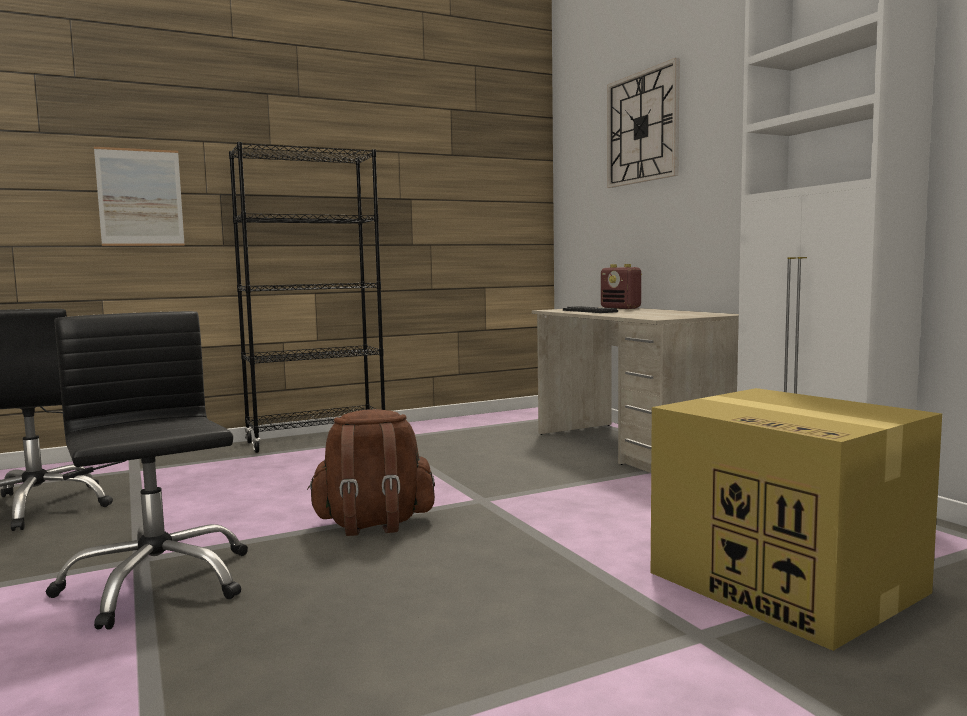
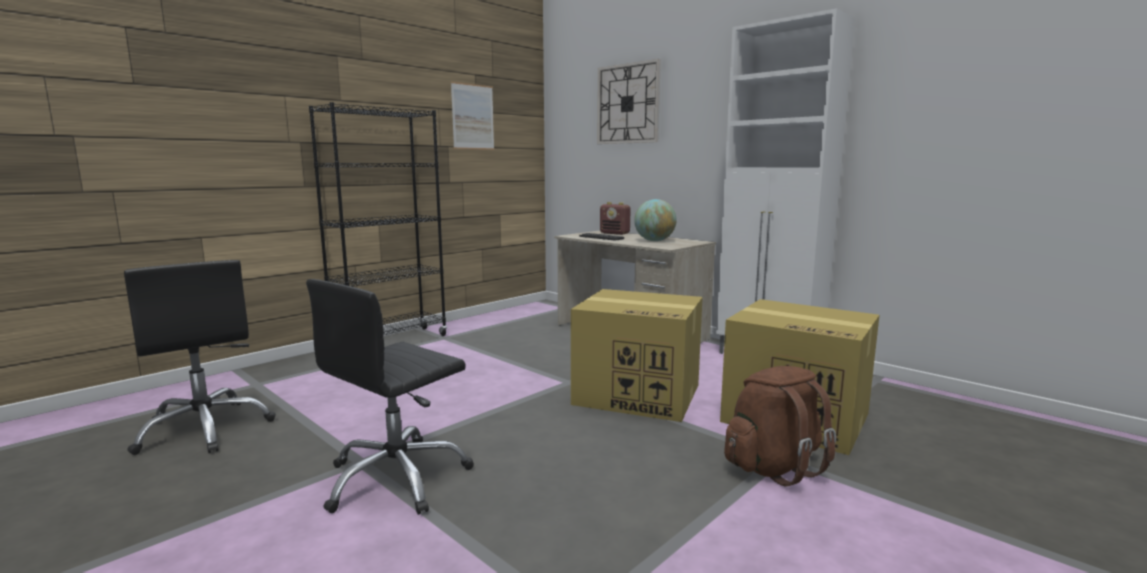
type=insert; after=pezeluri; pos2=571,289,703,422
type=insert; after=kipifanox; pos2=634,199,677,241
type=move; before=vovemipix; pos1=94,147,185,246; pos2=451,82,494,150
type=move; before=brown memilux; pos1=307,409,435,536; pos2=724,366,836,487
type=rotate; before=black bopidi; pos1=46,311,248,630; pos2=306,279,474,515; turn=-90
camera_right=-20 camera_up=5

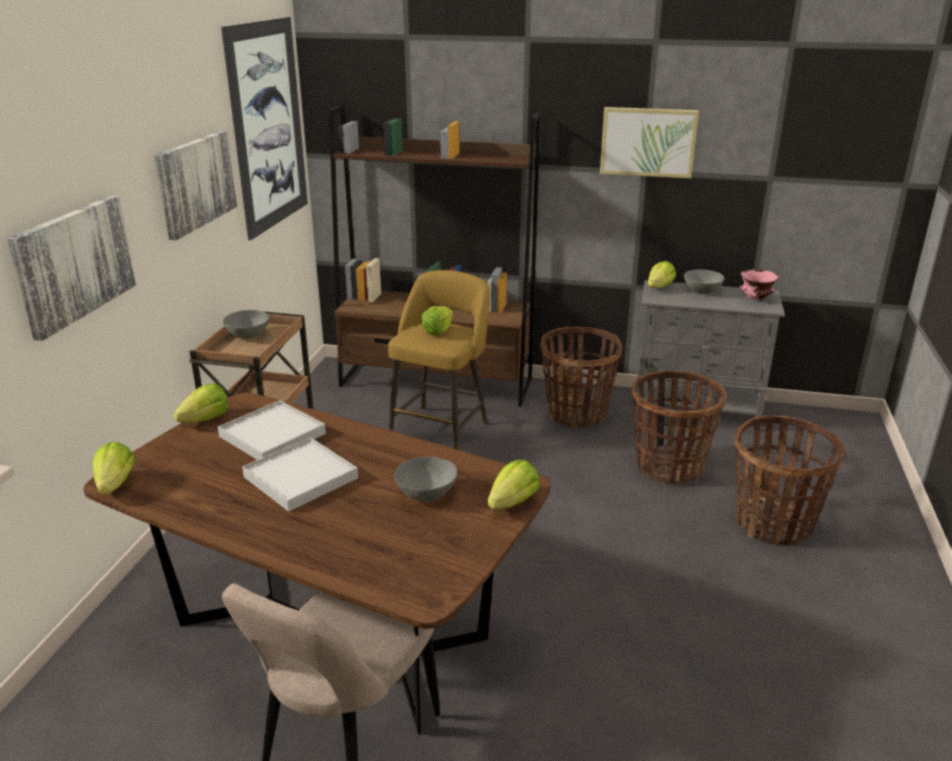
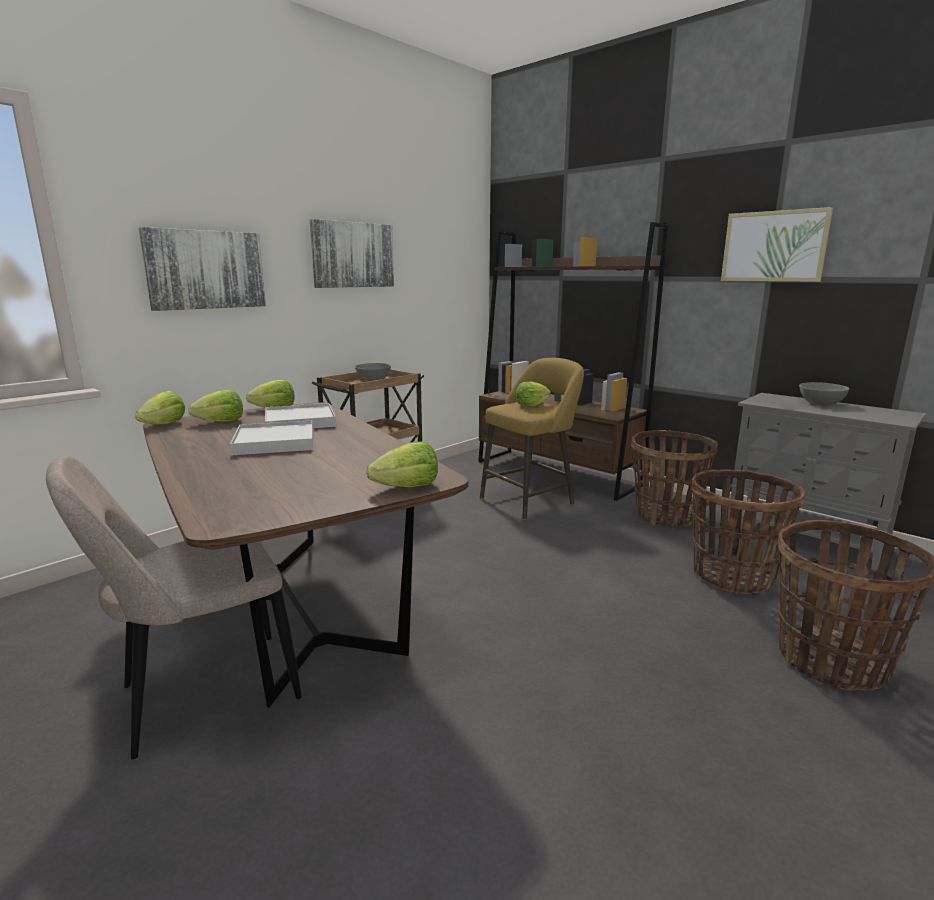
type=delete; before=vovemipix; pos1=221,17,308,240
type=delete; before=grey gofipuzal; pos1=394,457,457,502
type=delete; before=pink gofipuzal; pos1=740,269,779,300
type=move; before=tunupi; pos1=648,261,676,289; pos2=188,390,243,422
camera_right=30 camera_up=-10

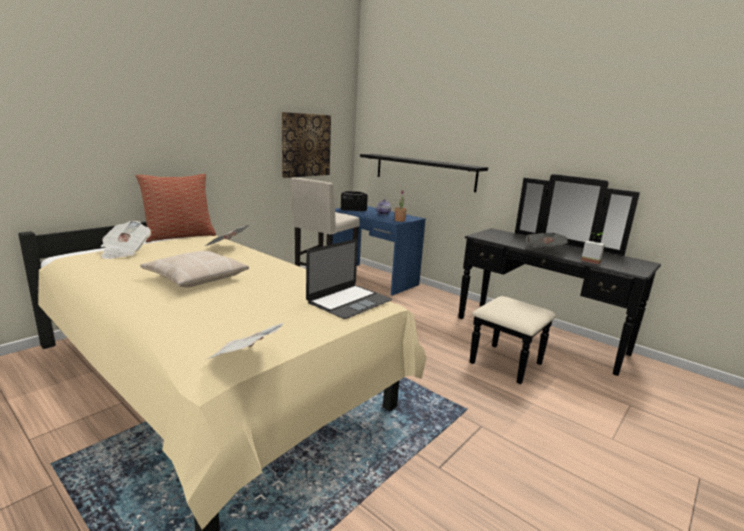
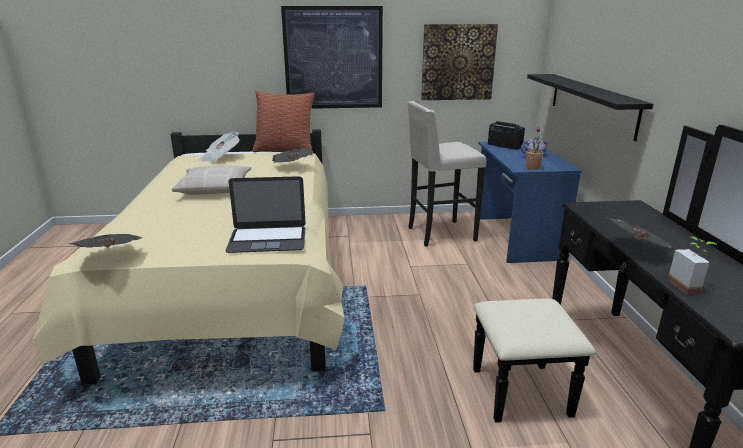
type=insert; after=vovemipix; pos2=281,6,383,109
camera_right=45 camera_up=5

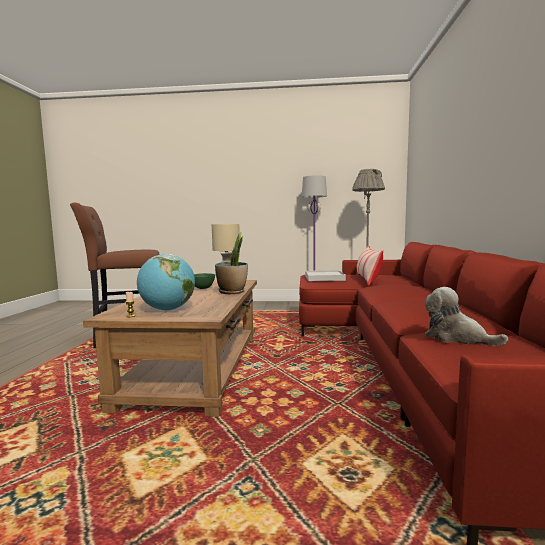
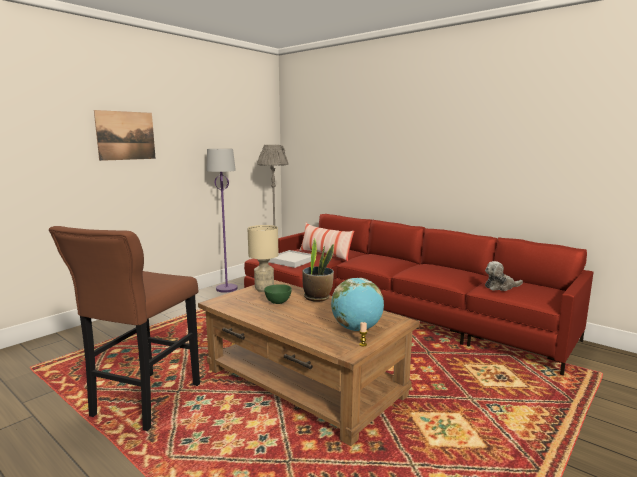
type=insert; after=vovemipix; pos2=94,110,156,161
camera_right=-55 camera_up=5

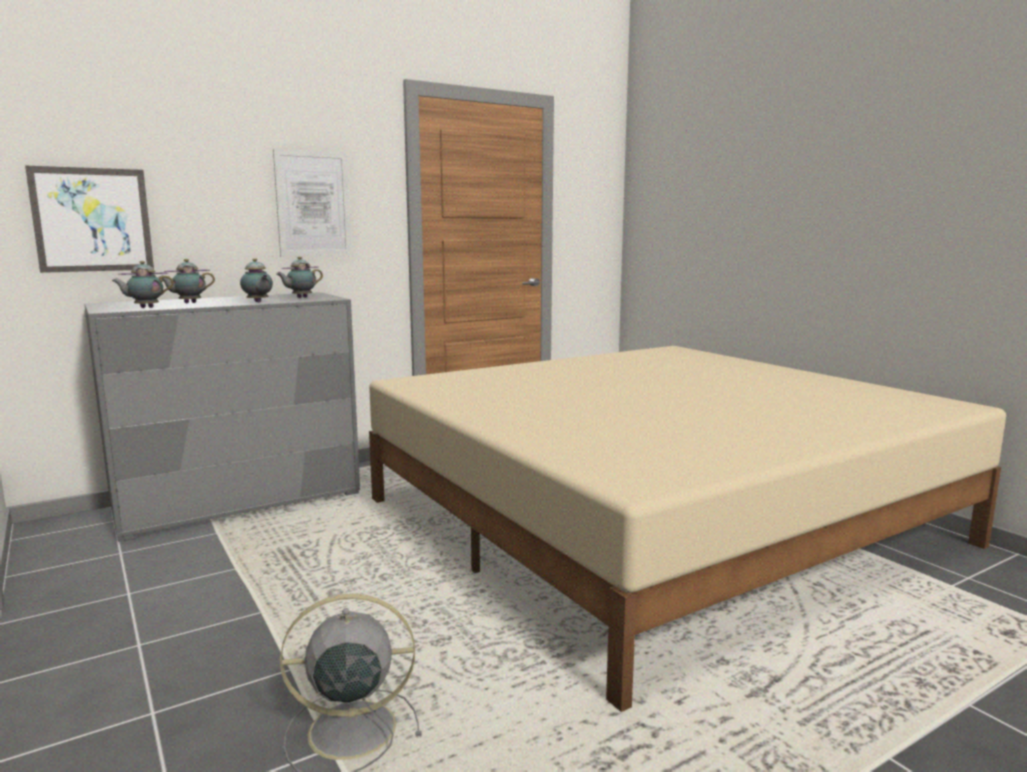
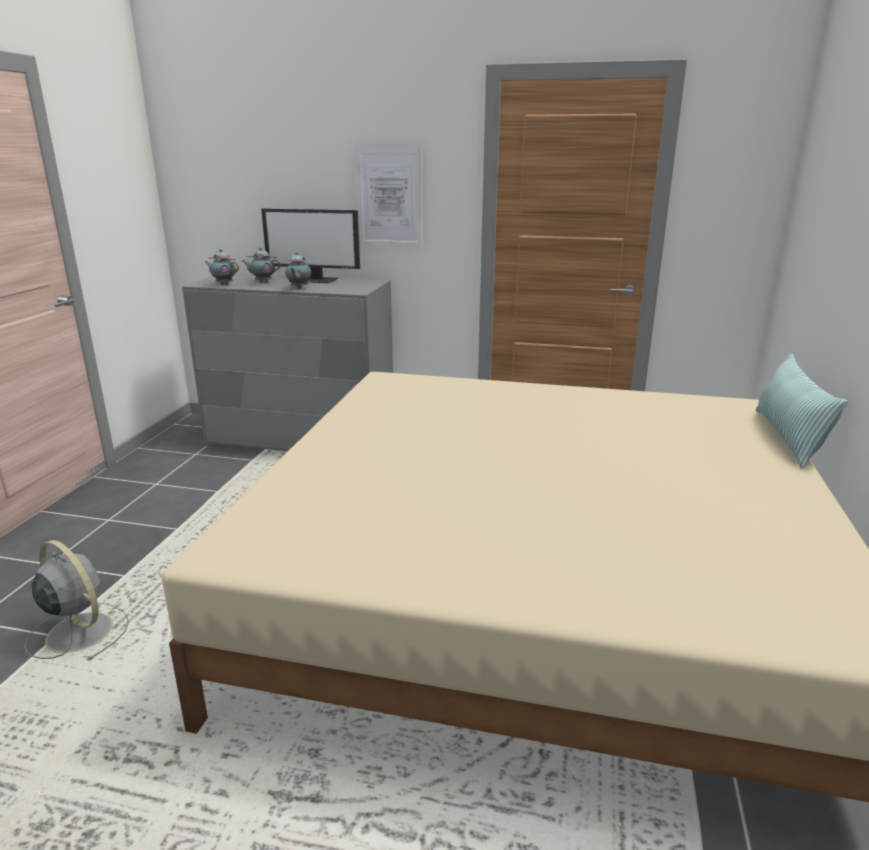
type=delete; before=vovemipix; pos1=25,166,154,273
type=delete; before=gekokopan; pos1=276,256,323,298
type=insert; after=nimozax; pos2=261,208,360,283
type=insert; after=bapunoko; pos2=756,353,848,468
camera_right=45 camera_up=10

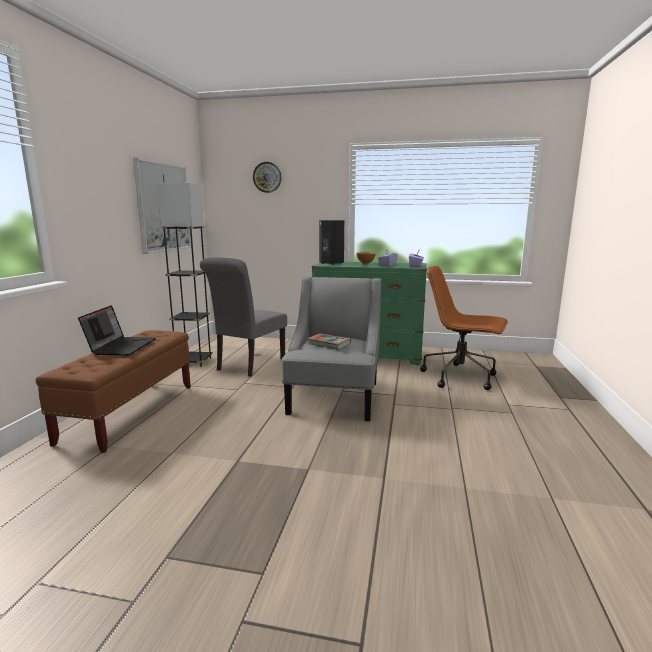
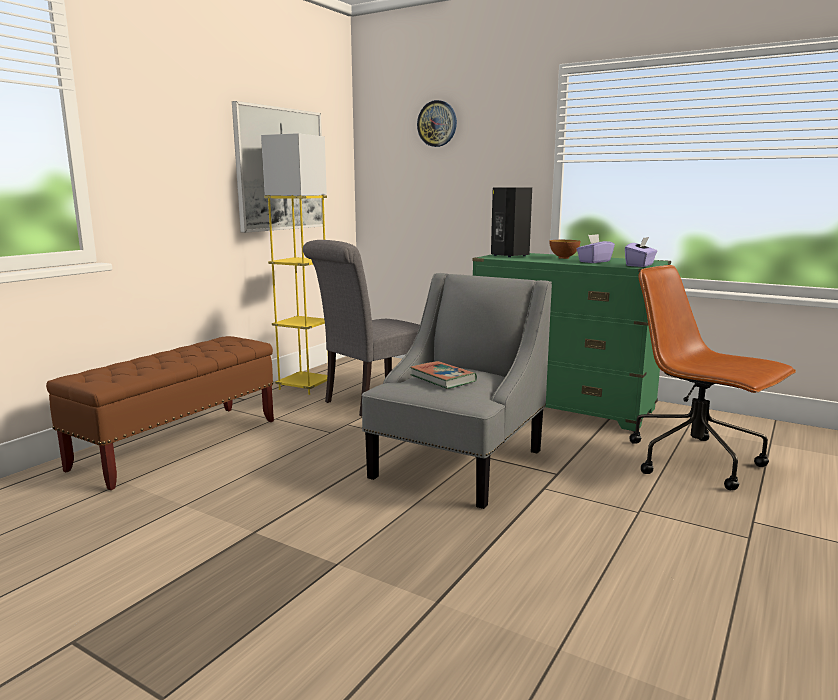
type=delete; before=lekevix; pos1=78,305,156,356
type=recolor; before=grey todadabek; after=yellow todadabek; pos1=157,183,213,367; pos2=261,133,328,395
camera_right=20 camera_up=0

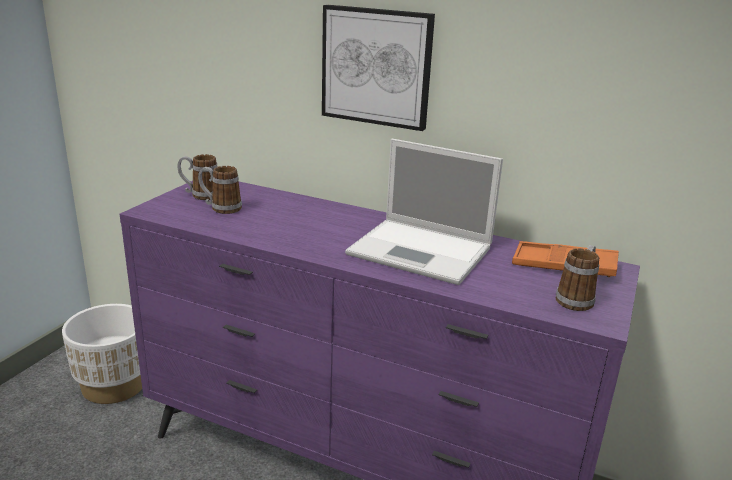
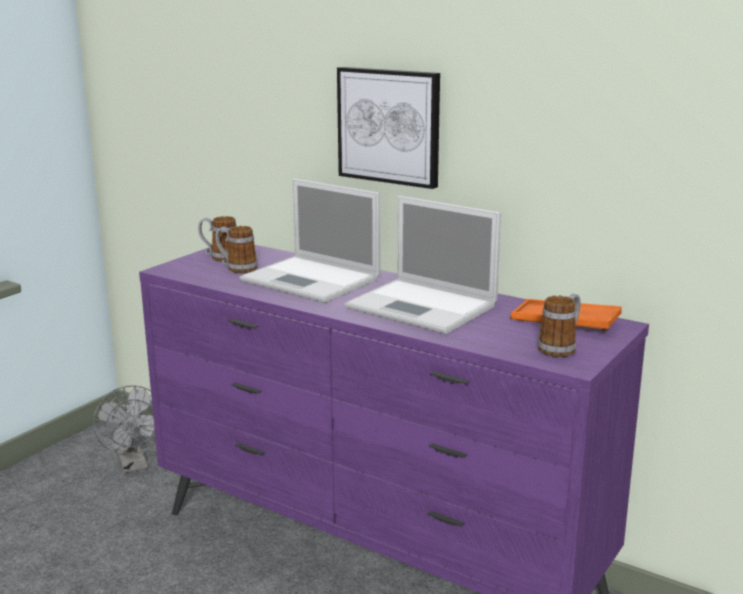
type=insert; after=lekevix; pos2=240,178,381,303
type=replace; before=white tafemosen; after=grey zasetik; pos1=62,304,142,404; pos2=93,385,156,473
camera_right=10 camera_up=-5

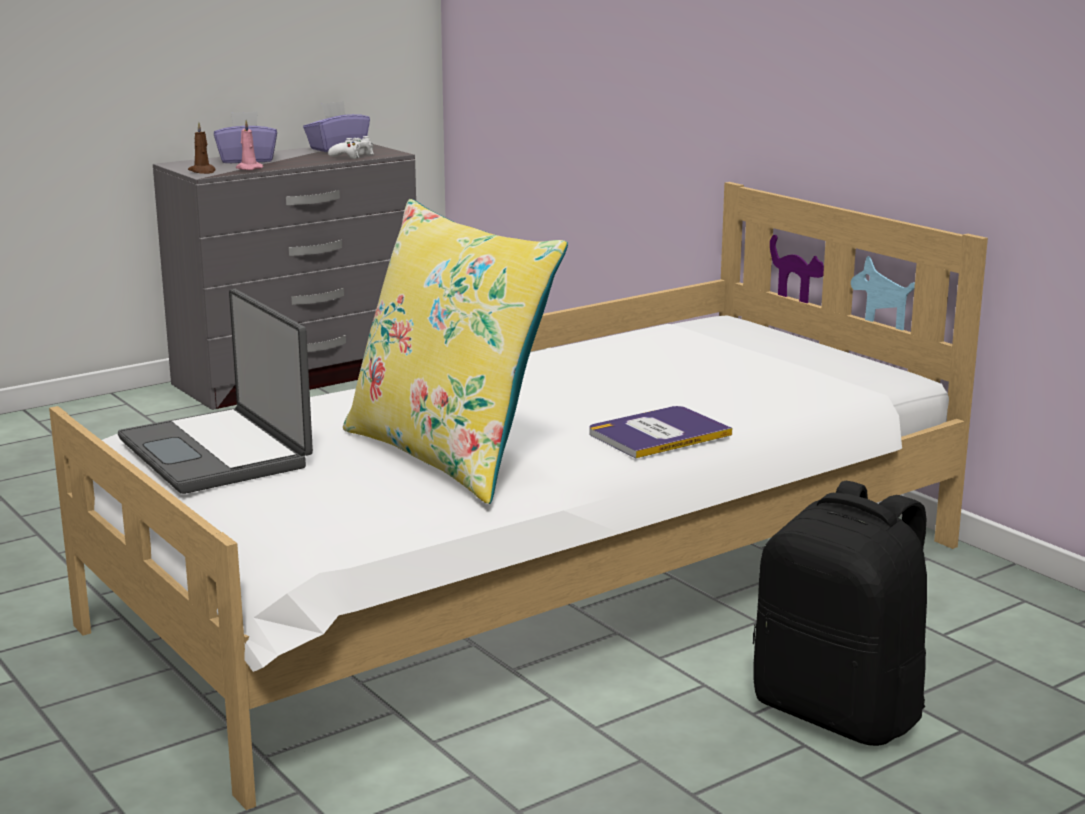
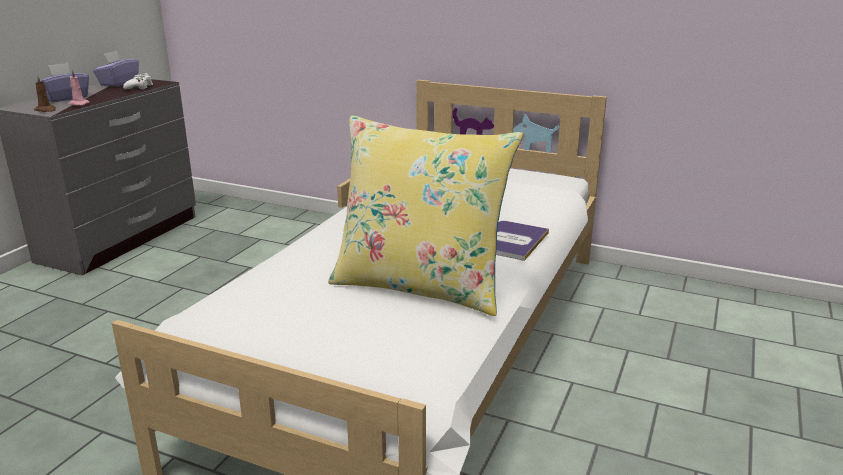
type=delete; before=lekevix; pos1=118,289,313,494
type=delete; before=black memilux; pos1=753,481,927,746
camera_right=-30 camera_up=5

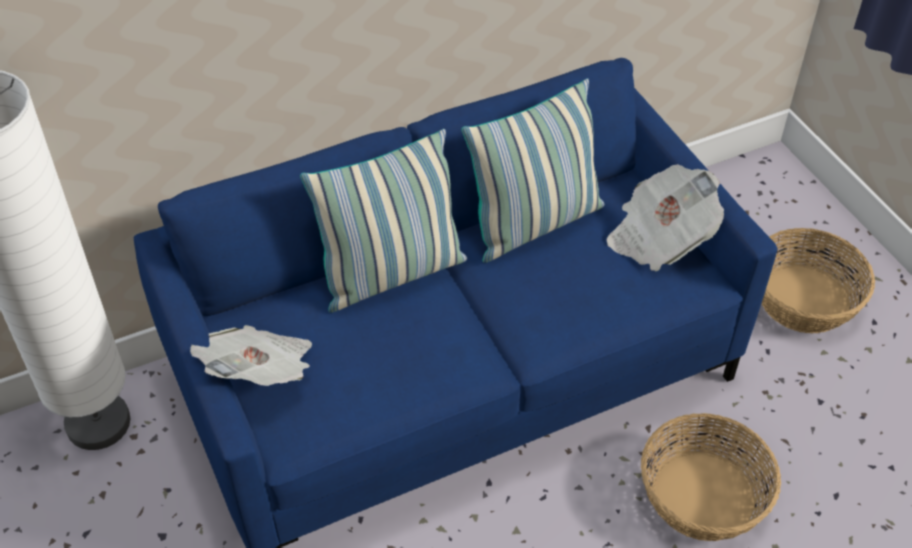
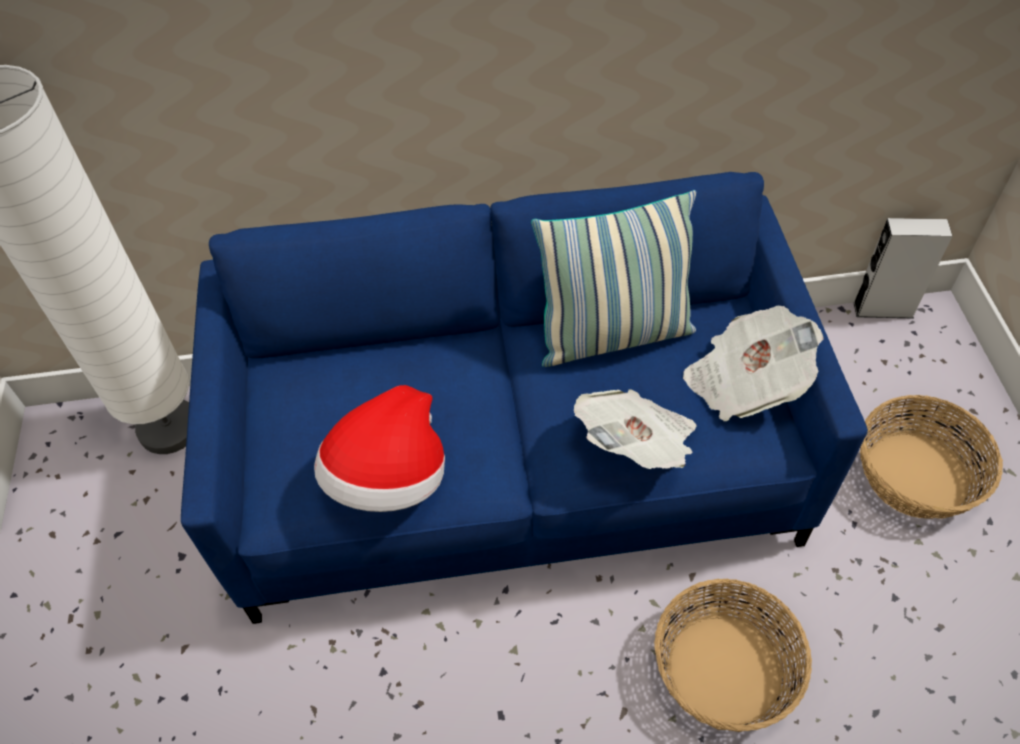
type=delete; before=bapunoko; pos1=300,129,467,313
type=insert; after=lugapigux; pos2=314,385,445,512
type=insert; after=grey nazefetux; pos2=854,218,952,319
type=move; before=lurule; pos1=190,325,312,386; pos2=574,389,696,469
camera_right=20 camera_up=5

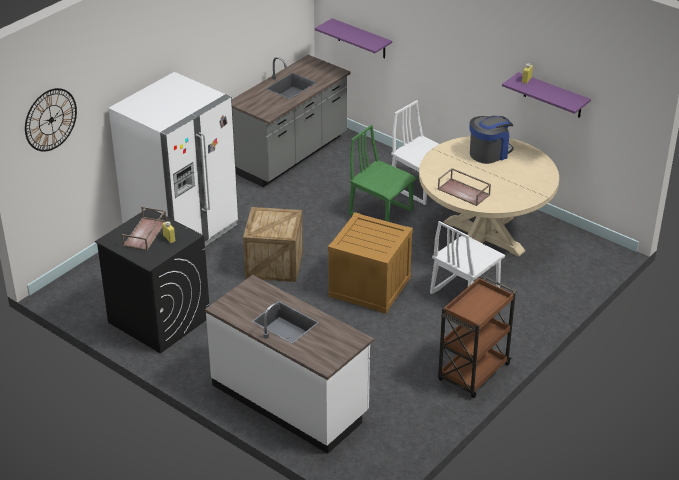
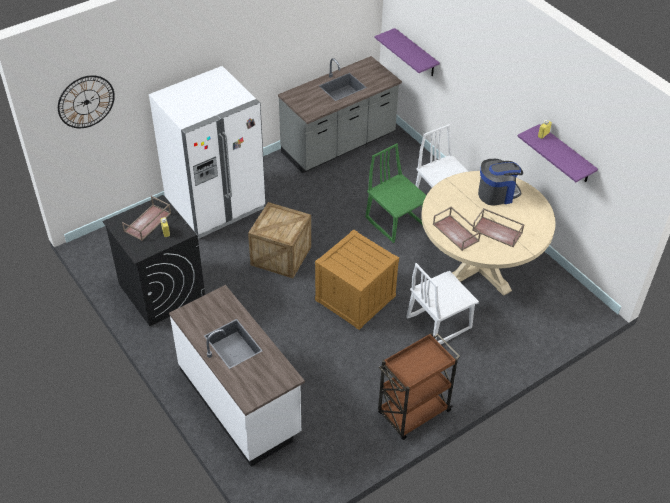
type=insert; after=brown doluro; pos2=472,208,525,247
camera_right=15 camera_up=10

